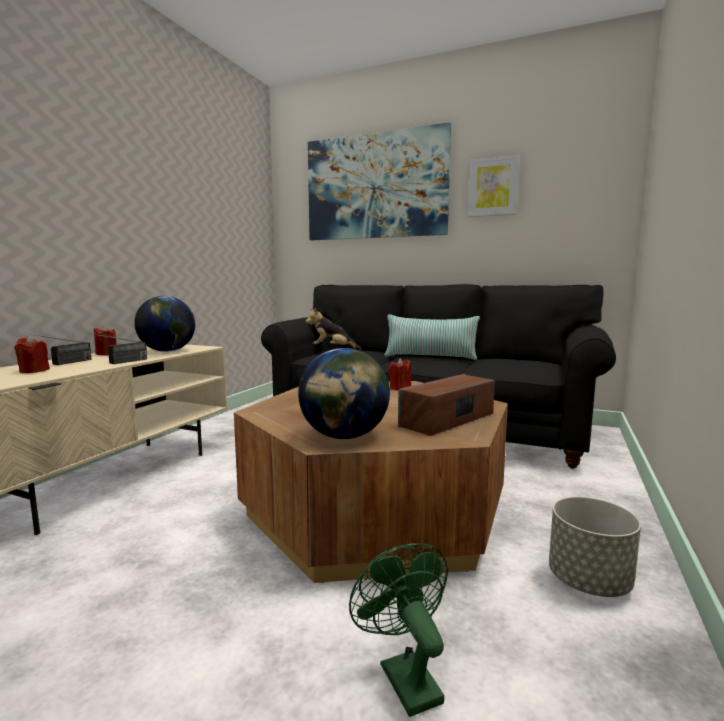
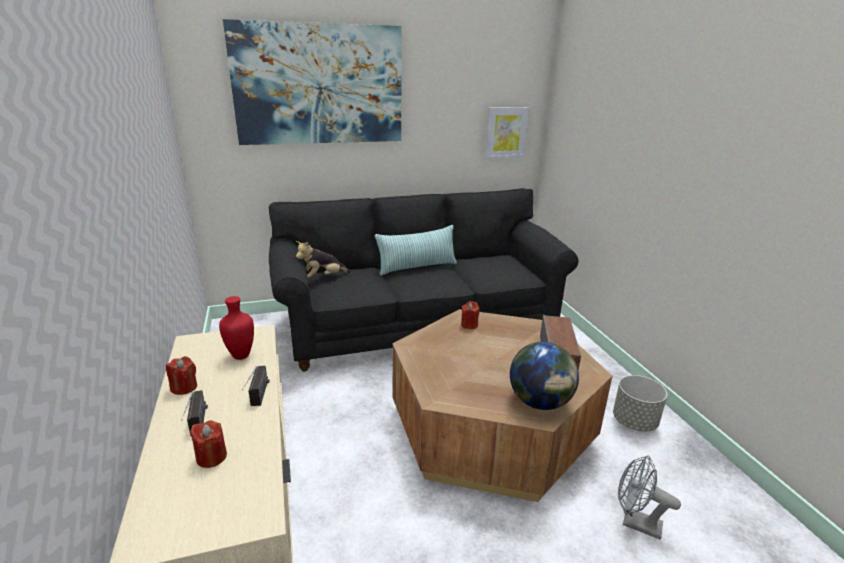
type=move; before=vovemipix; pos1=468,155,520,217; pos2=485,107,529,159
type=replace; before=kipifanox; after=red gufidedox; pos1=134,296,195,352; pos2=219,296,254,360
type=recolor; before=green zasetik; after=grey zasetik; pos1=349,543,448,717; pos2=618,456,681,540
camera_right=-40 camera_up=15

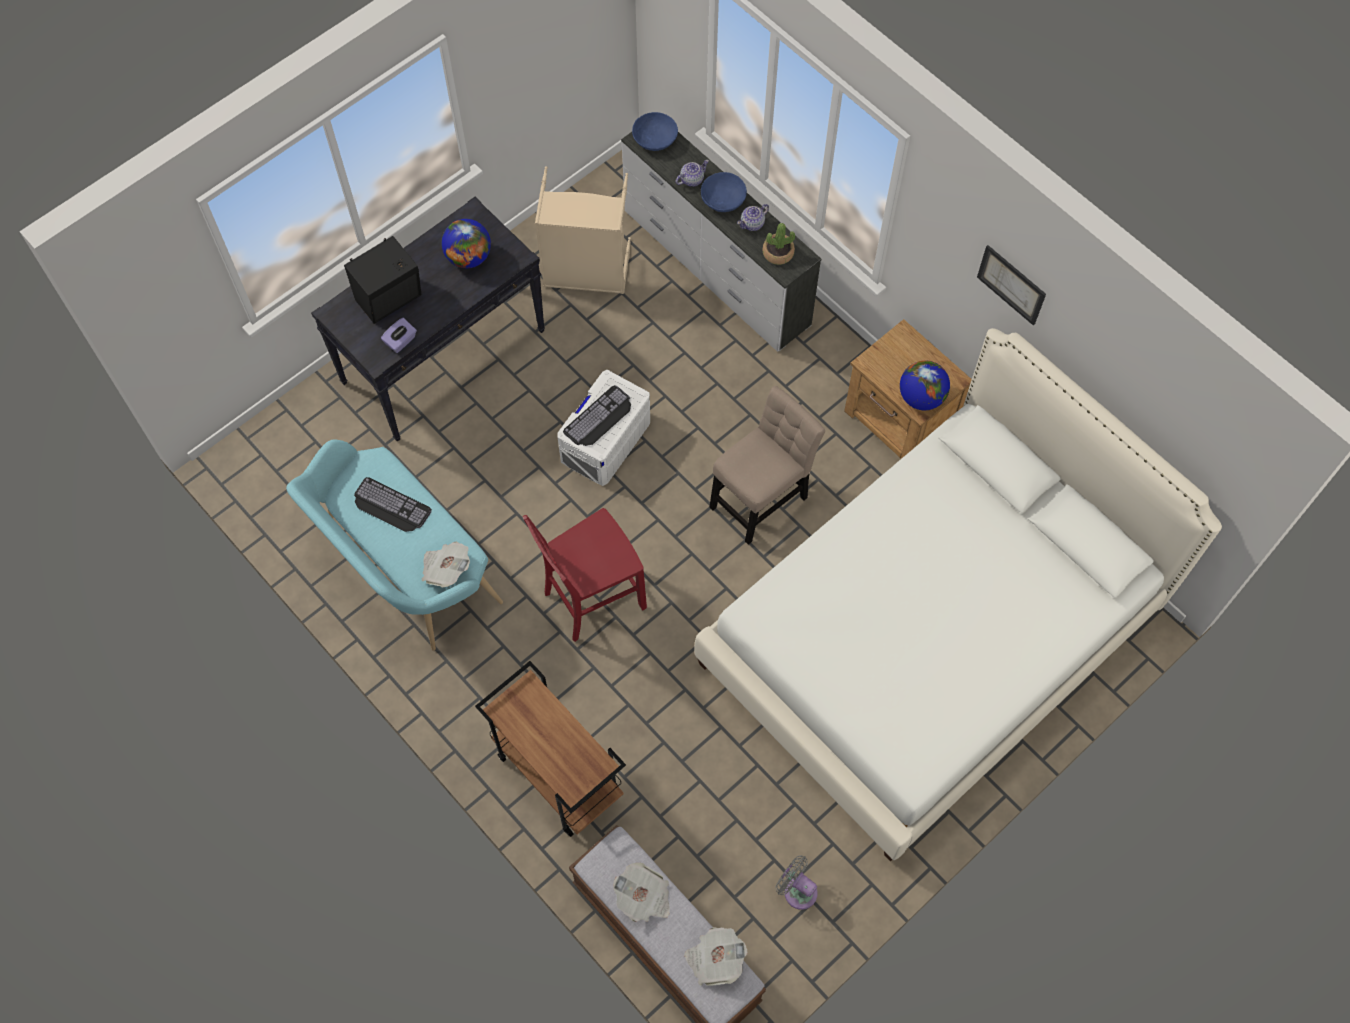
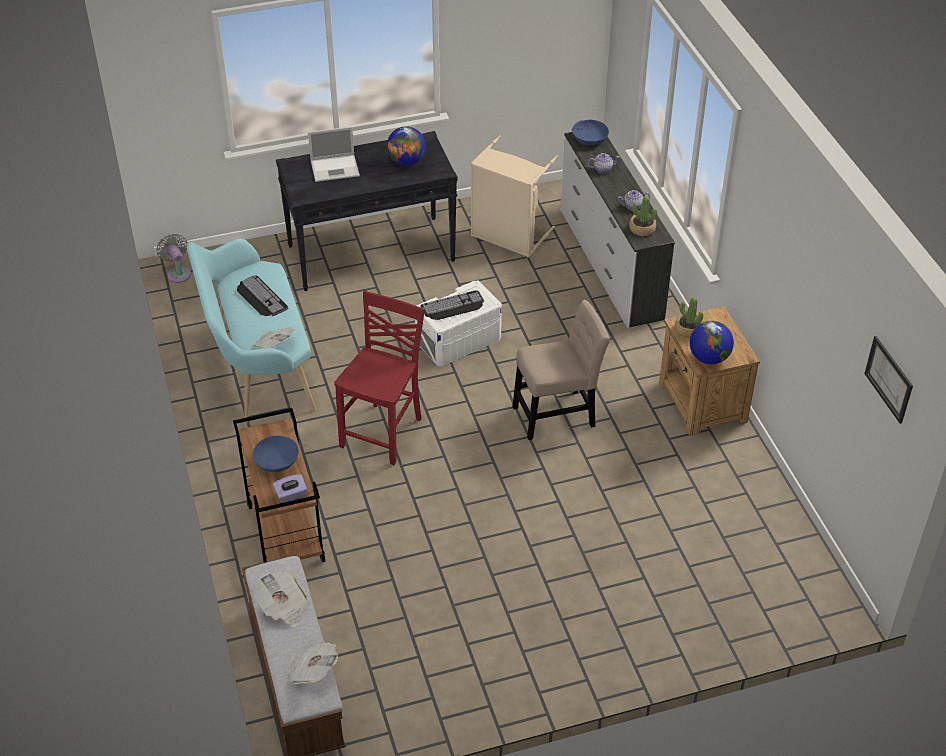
type=delete; before=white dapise; pos1=695,328,1222,861
type=insert; after=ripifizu; pos2=675,297,703,338
type=move; before=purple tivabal; pos1=381,318,417,353; pos2=273,474,307,503
type=move; before=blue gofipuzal; pos1=701,172,747,212; pos2=252,436,299,472
type=move; before=grey zasetik; pos1=775,855,818,910; pos2=156,234,191,283
type=move; before=vovemipix; pos1=977,245,1046,325; pos2=864,336,913,424
type=replace; before=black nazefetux; after=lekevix; pos1=344,236,421,324; pos2=308,127,360,182
type=rotate; before=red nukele; pos1=523,508,647,642; pos2=334,290,425,465; turn=120
camera_right=25 camera_up=-20

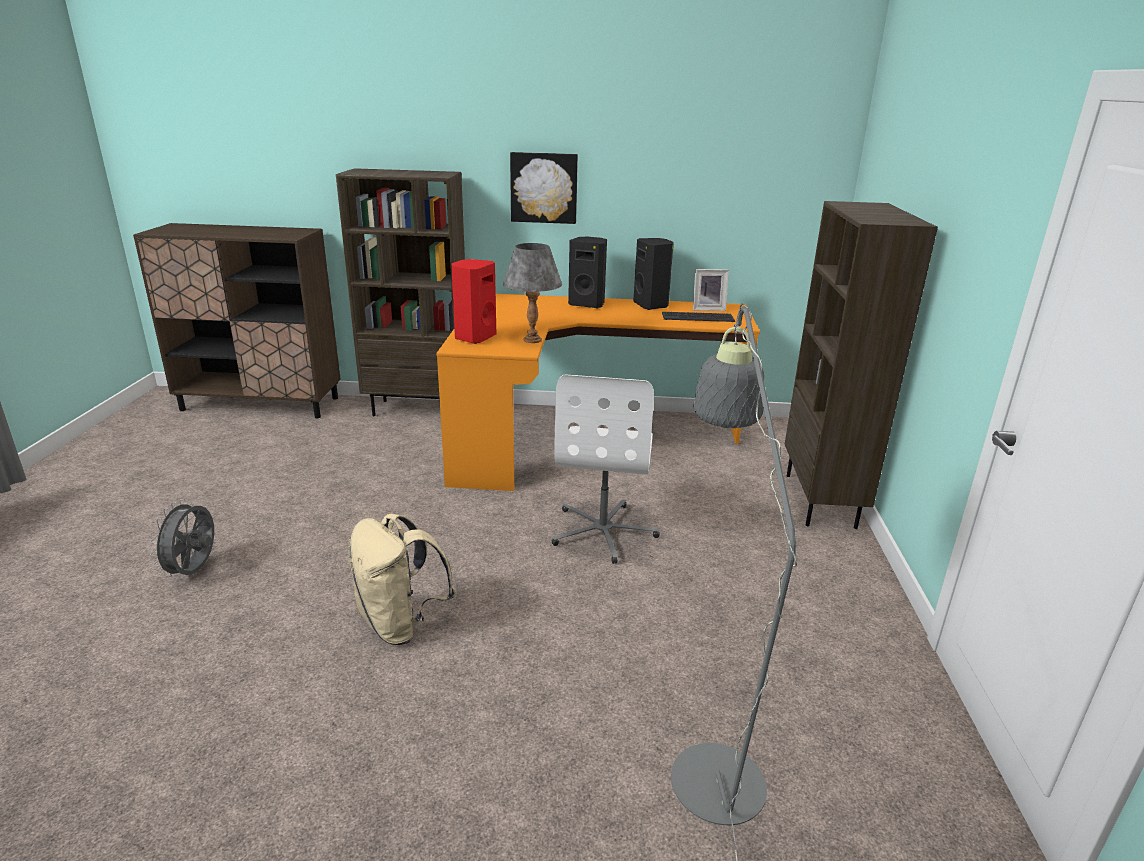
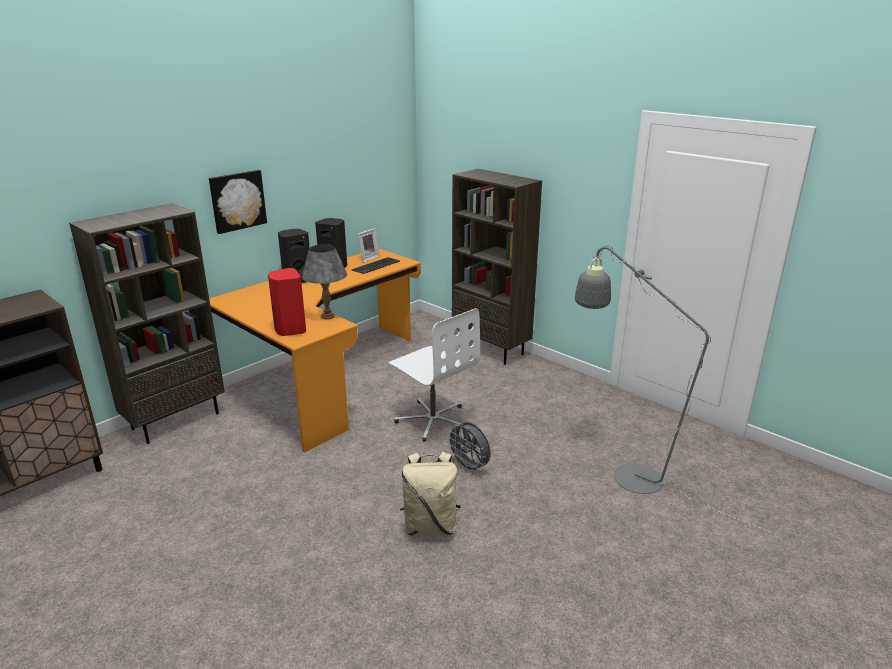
type=move; before=grey zasetik; pos1=150,499,214,578; pos2=446,422,491,474
camera_right=-50 camera_up=0

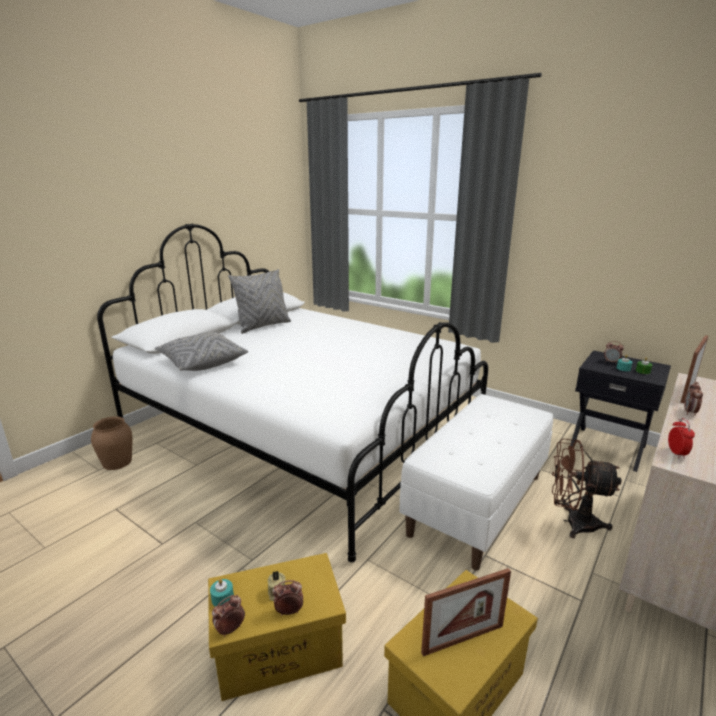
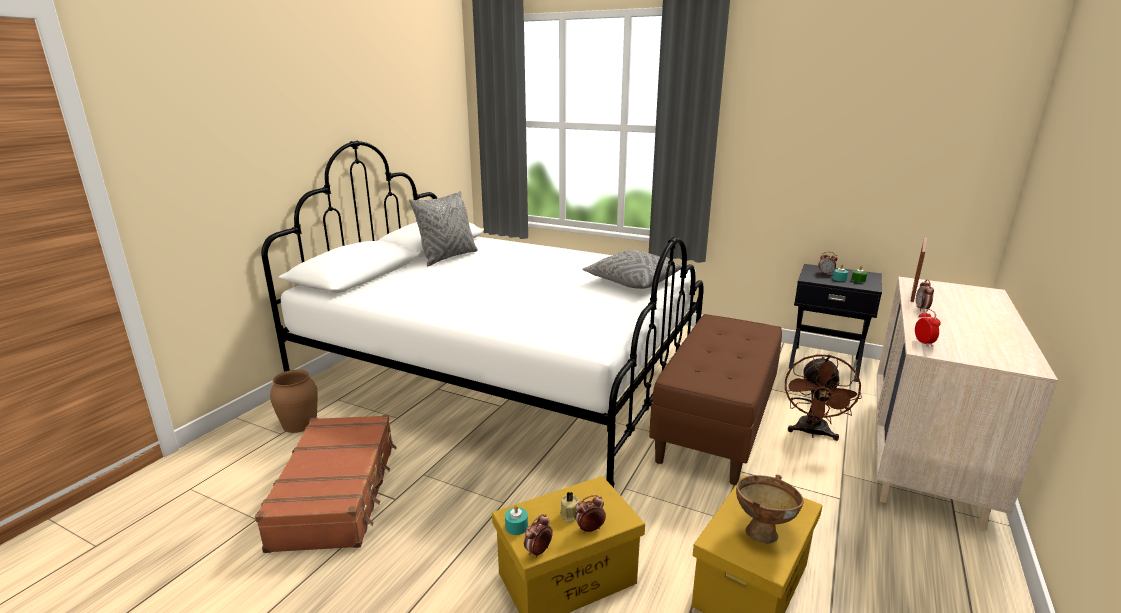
type=insert; after=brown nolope; pos2=255,415,397,553
type=move; before=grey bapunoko; pos1=155,332,248,371; pos2=582,250,682,289
type=replace; before=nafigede; after=brown gofipuzal; pos1=421,568,511,656; pos2=736,475,804,544
type=recolor; before=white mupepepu; after=brown mupepepu; pos1=399,394,553,570; pos2=649,314,782,485
type=rotate; before=brown zasetik; pos1=552,439,621,538; pos2=785,354,862,441; turn=-75
camera_right=-10 camera_up=0

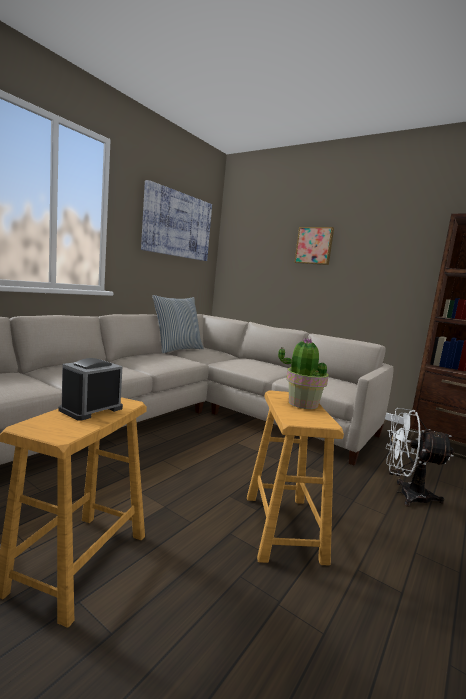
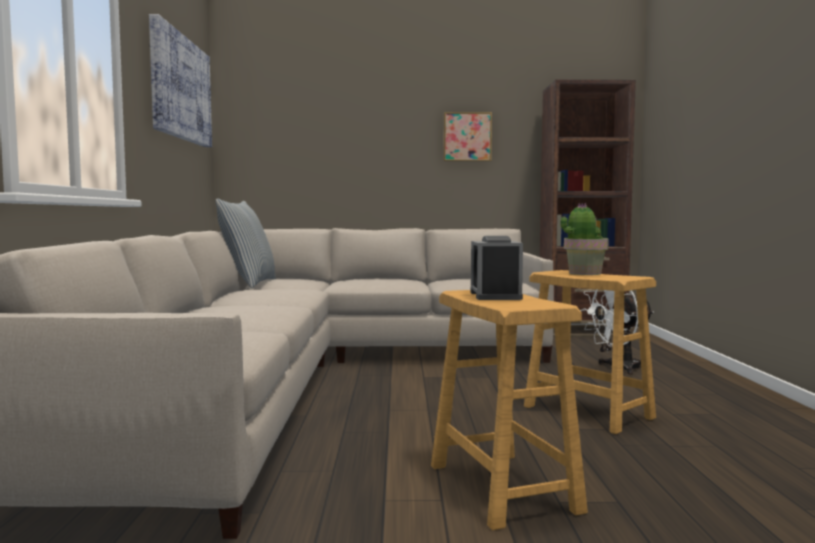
type=move; before=vovemipix; pos1=294,227,334,265; pos2=443,112,492,162
camera_right=-35 camera_up=-5

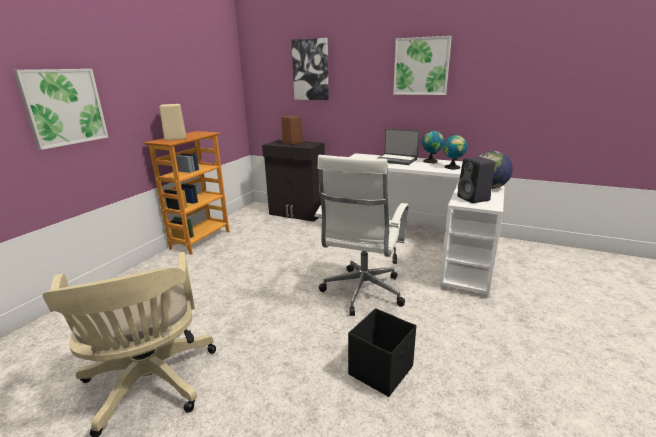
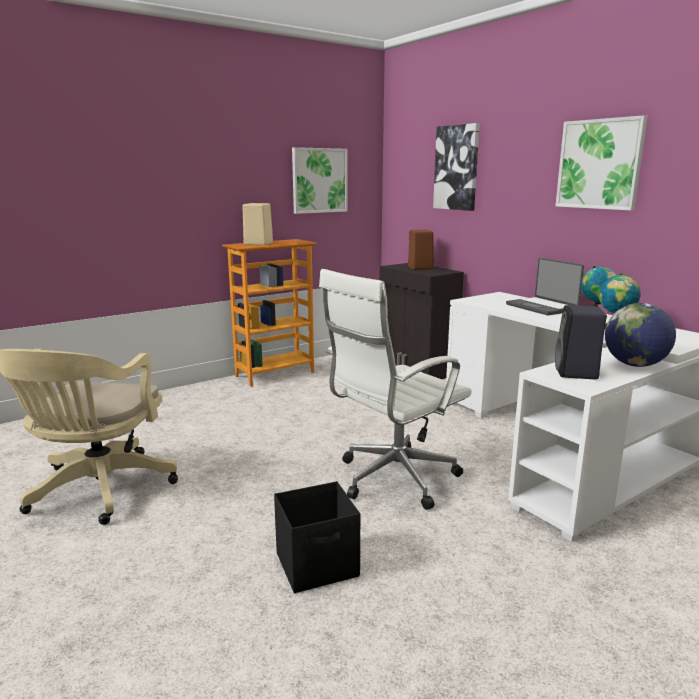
type=move; before=vovemipix; pos1=13,69,108,150; pos2=292,147,347,214
camera_right=30 camera_up=-5

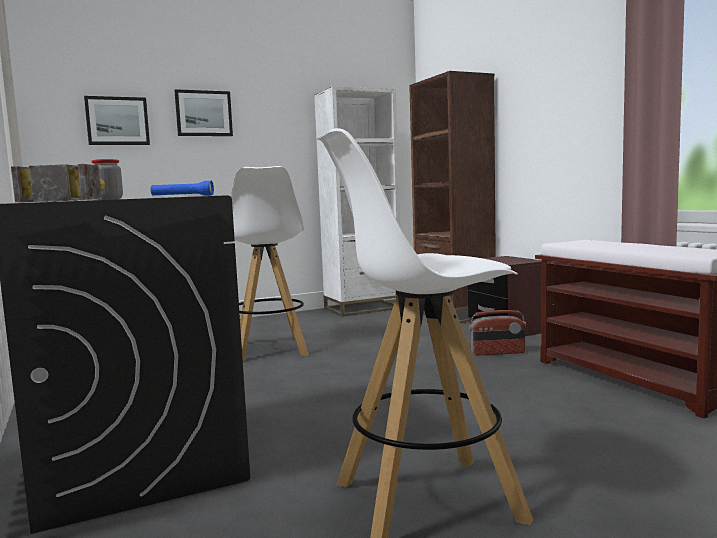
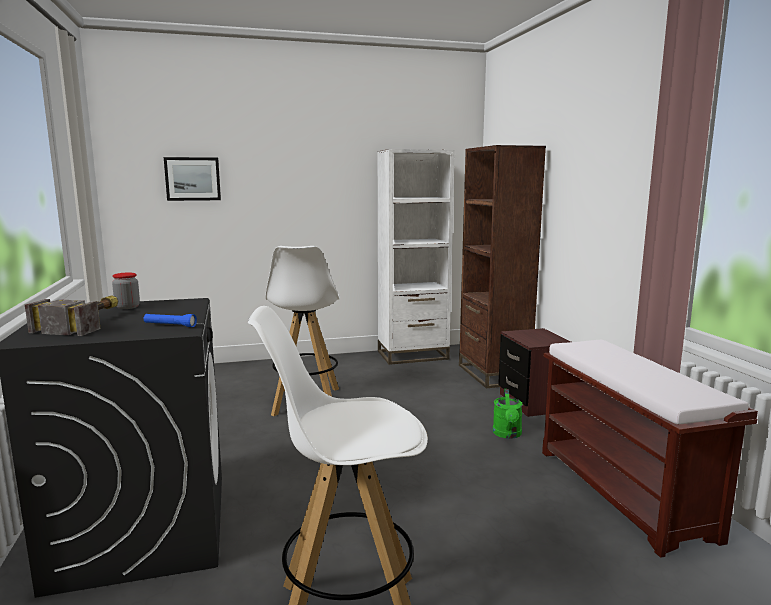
type=delete; before=vovemipix; pos1=174,89,233,136
type=replace; before=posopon; after=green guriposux; pos1=469,310,526,356; pos2=493,389,523,439
camera_right=10 camera_up=5

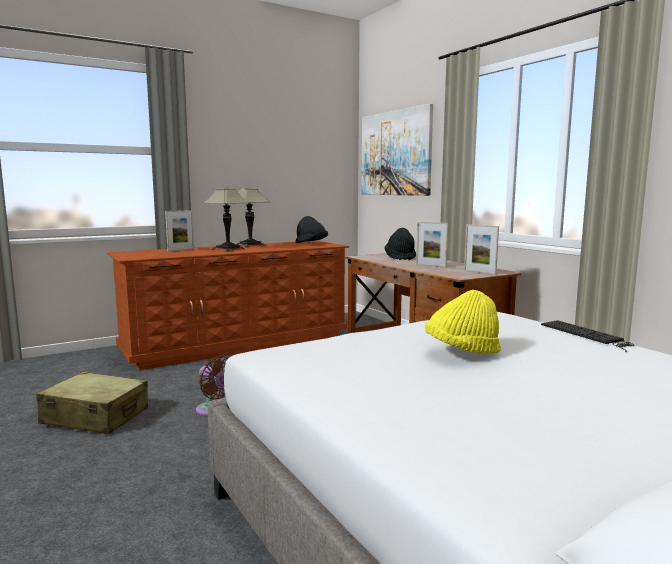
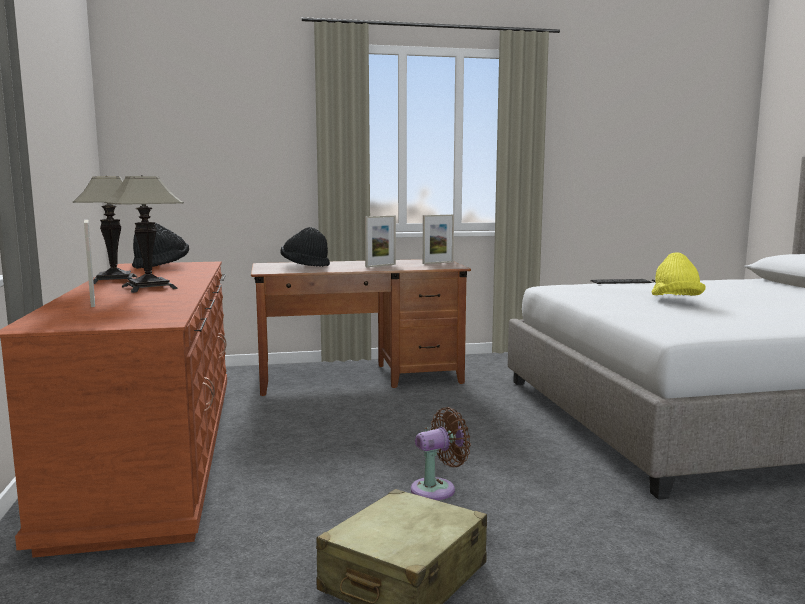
type=delete; before=vovemipix; pos1=361,104,433,196
camera_right=-70 camera_up=0

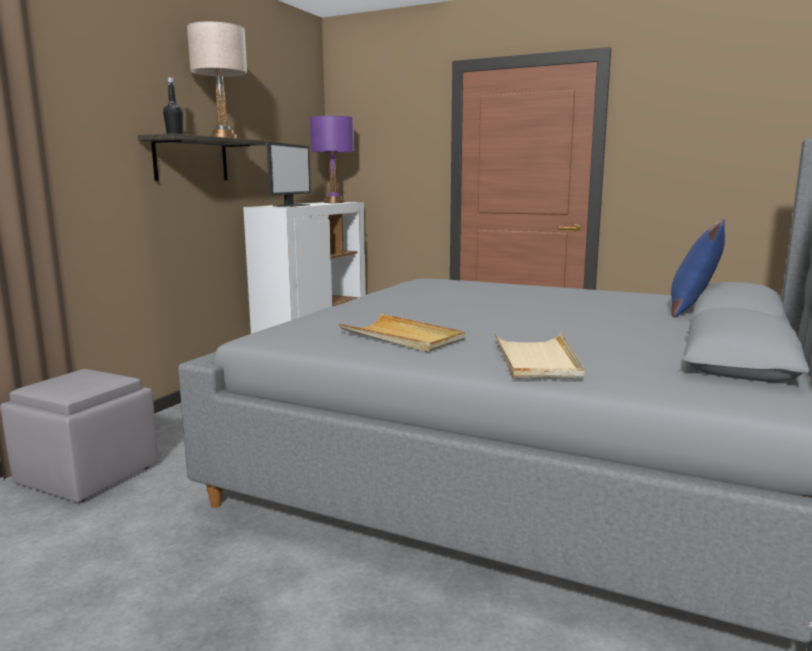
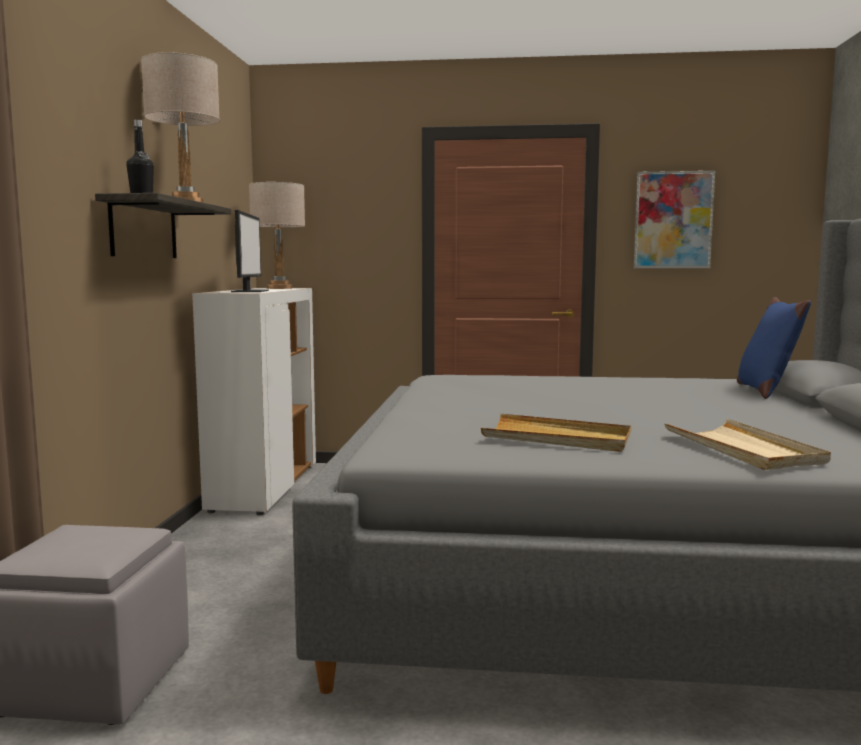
type=insert; after=vovemipix; pos2=634,171,715,268
type=recolor; before=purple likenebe; after=beige likenebe; pos1=310,116,354,203; pos2=249,182,305,289
camera_right=-20 camera_up=-5

